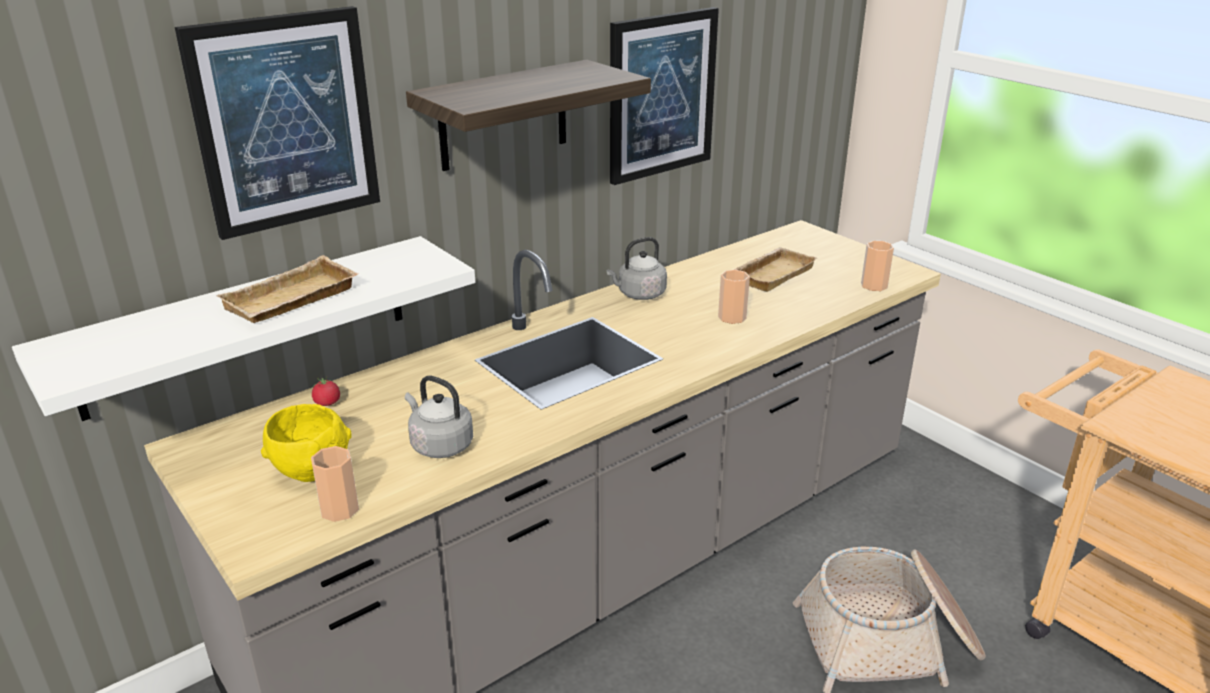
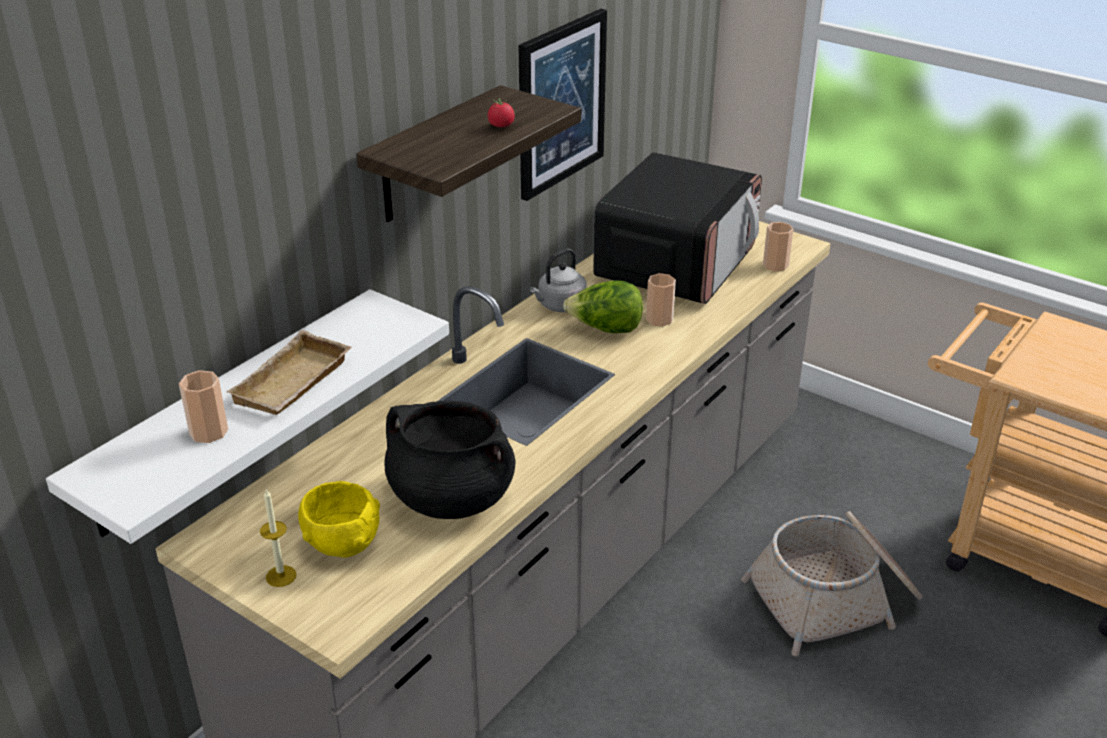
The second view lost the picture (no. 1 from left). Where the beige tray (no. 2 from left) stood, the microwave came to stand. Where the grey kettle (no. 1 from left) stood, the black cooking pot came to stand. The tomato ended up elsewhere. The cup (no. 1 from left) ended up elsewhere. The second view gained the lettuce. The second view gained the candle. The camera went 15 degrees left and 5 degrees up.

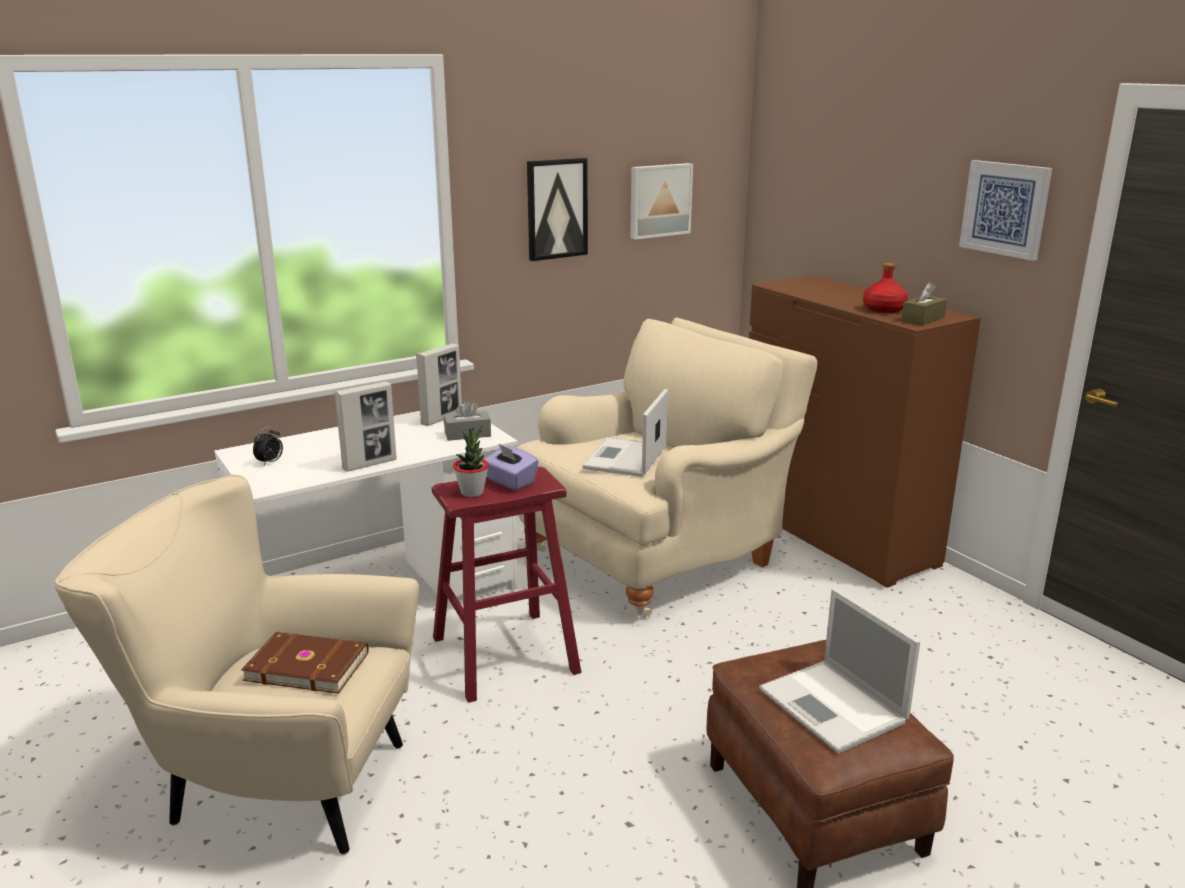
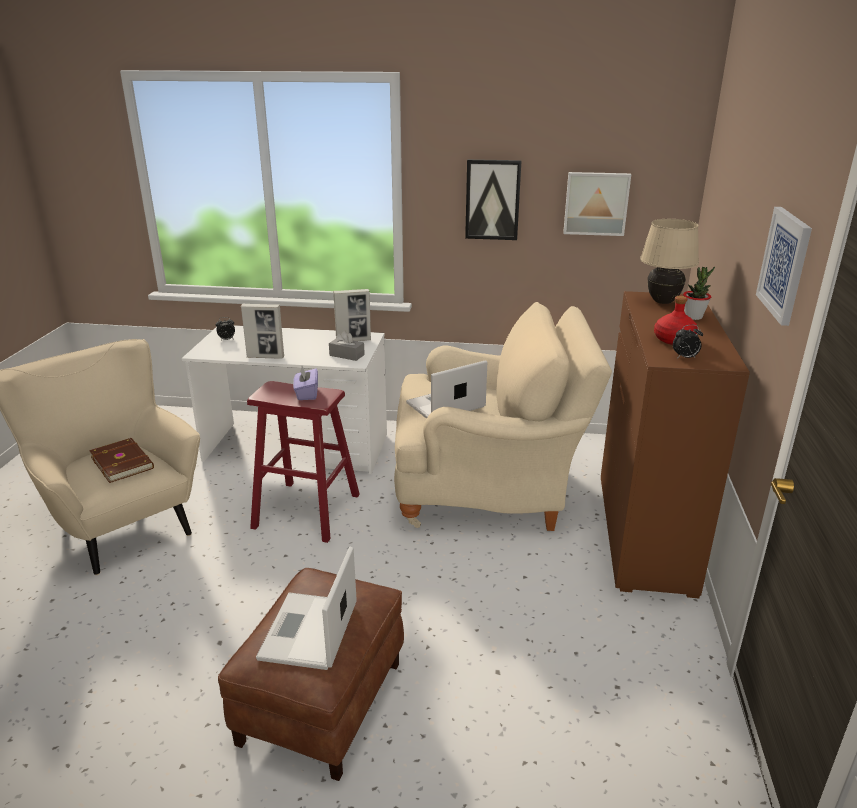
Where the brown tissue box stood, the alarm clock (no. 2 from left) came to stand. The potted plant ended up elsewhere. The second view gained the beige table lamp. The camera went 40 degrees right and 5 degrees up.

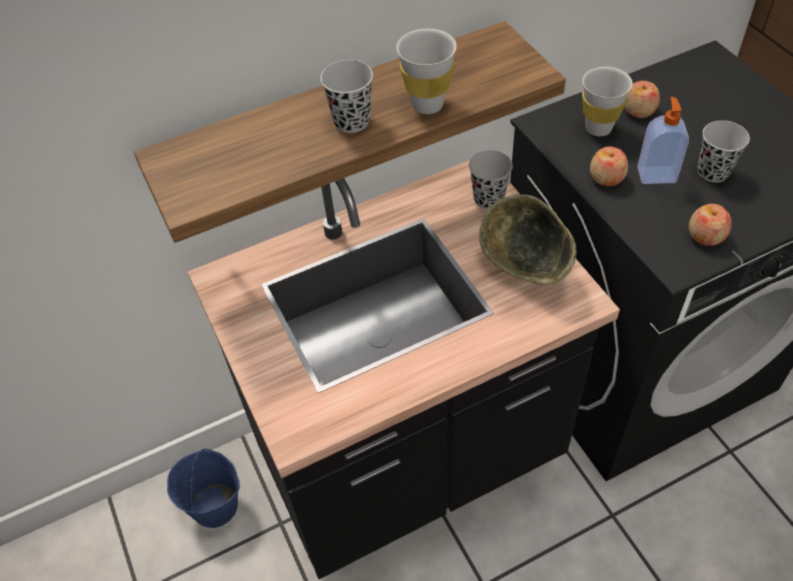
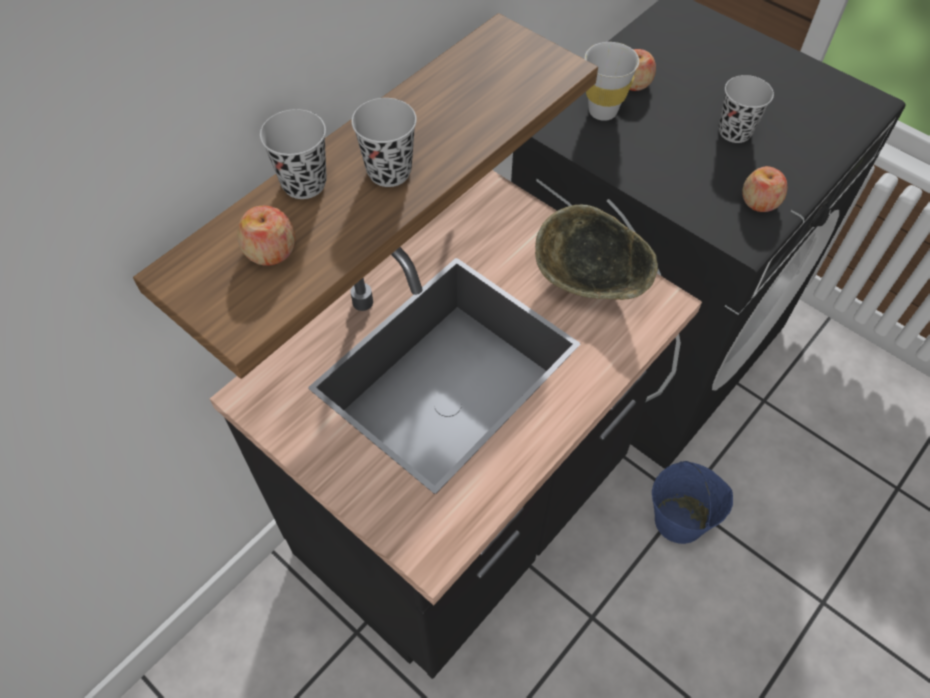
The second view lost the white cup (no. 1 from left). The second view lost the soap dispenser. The apple (no. 1 from left) ended up elsewhere. The black cup (no. 2 from left in the first image) ended up elsewhere. The blue bucket ended up elsewhere. The camera went 25 degrees left and 5 degrees up.

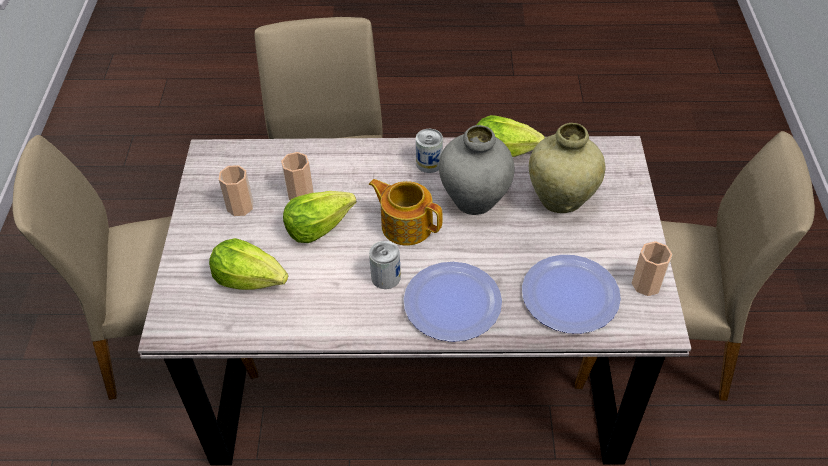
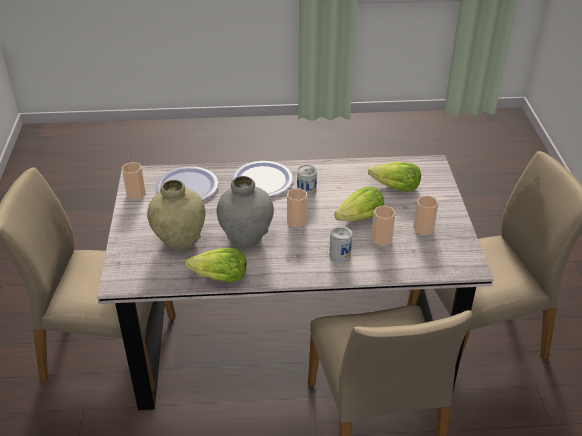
The can (no. 2 from left) ended up elsewhere. Where the teapot stood, the cup (no. 2 from left) came to stand. The camera went 175 degrees right and 10 degrees down.

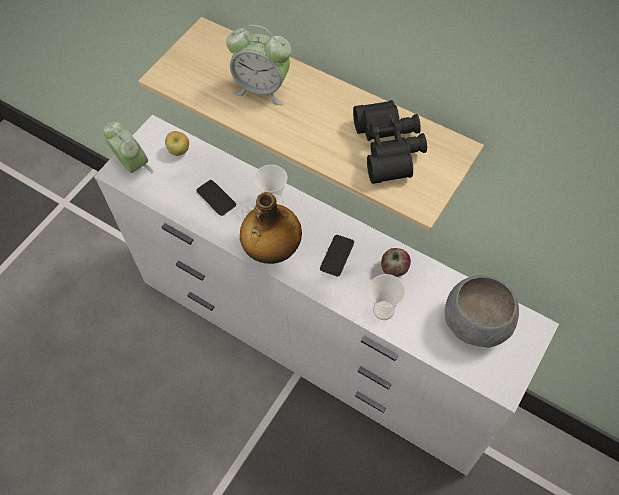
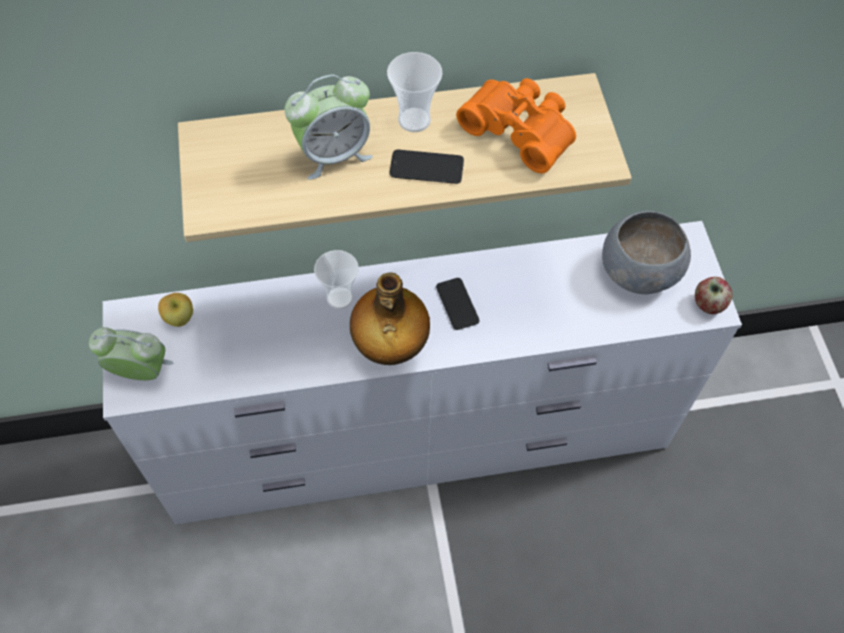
What was the black binoculars turned into the orange binoculars. The phone (no. 1 from left) ended up elsewhere. The apple (no. 2 from left) ended up elsewhere. The cup (no. 2 from left) ended up elsewhere. The camera went 45 degrees left and 0 degrees up.

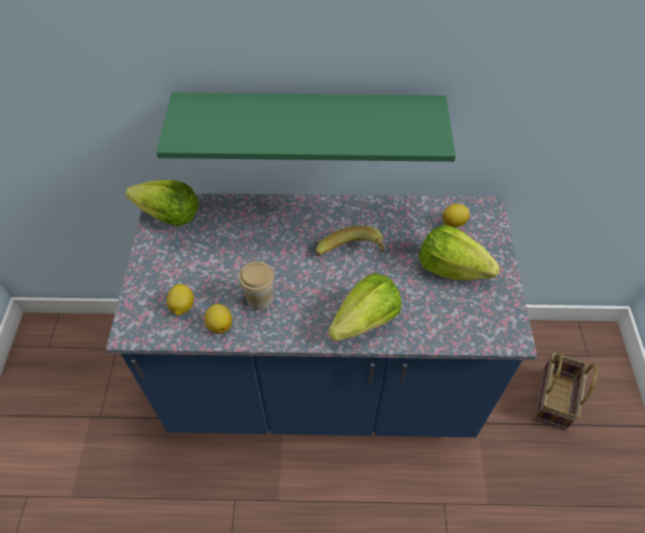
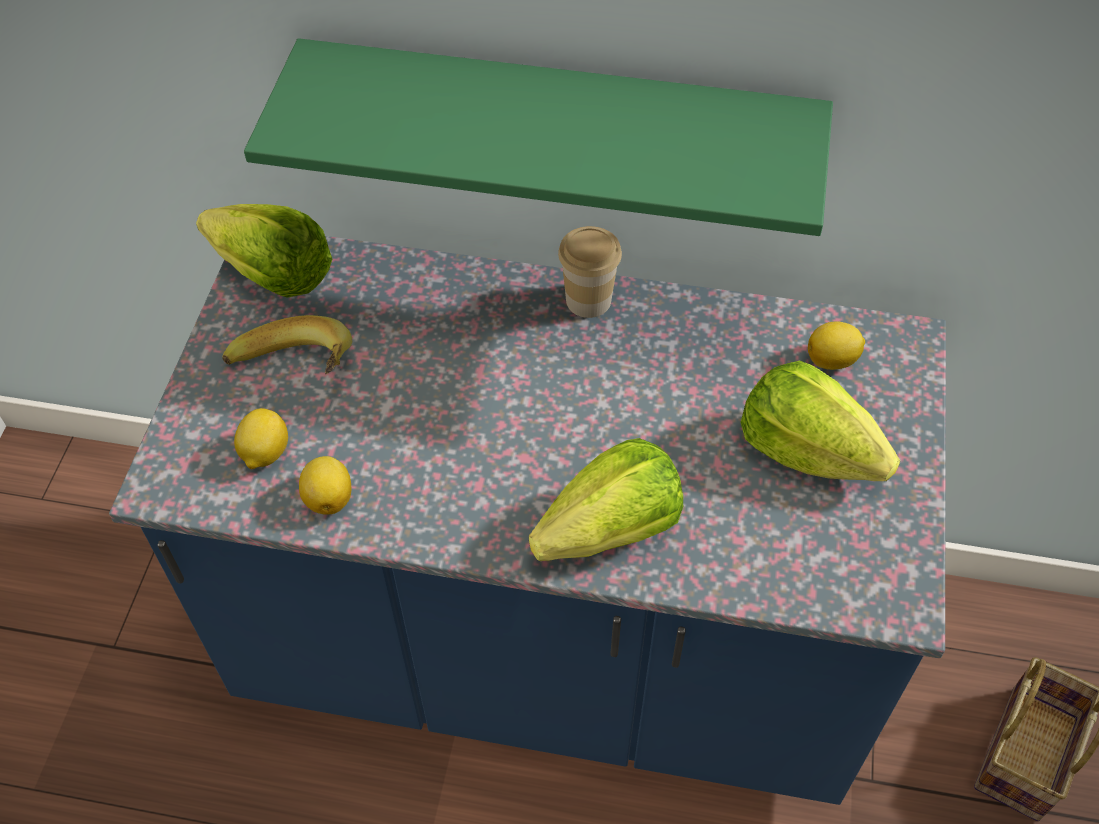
The banana ended up elsewhere. The cup ended up elsewhere. The camera went 10 degrees right and 0 degrees up.

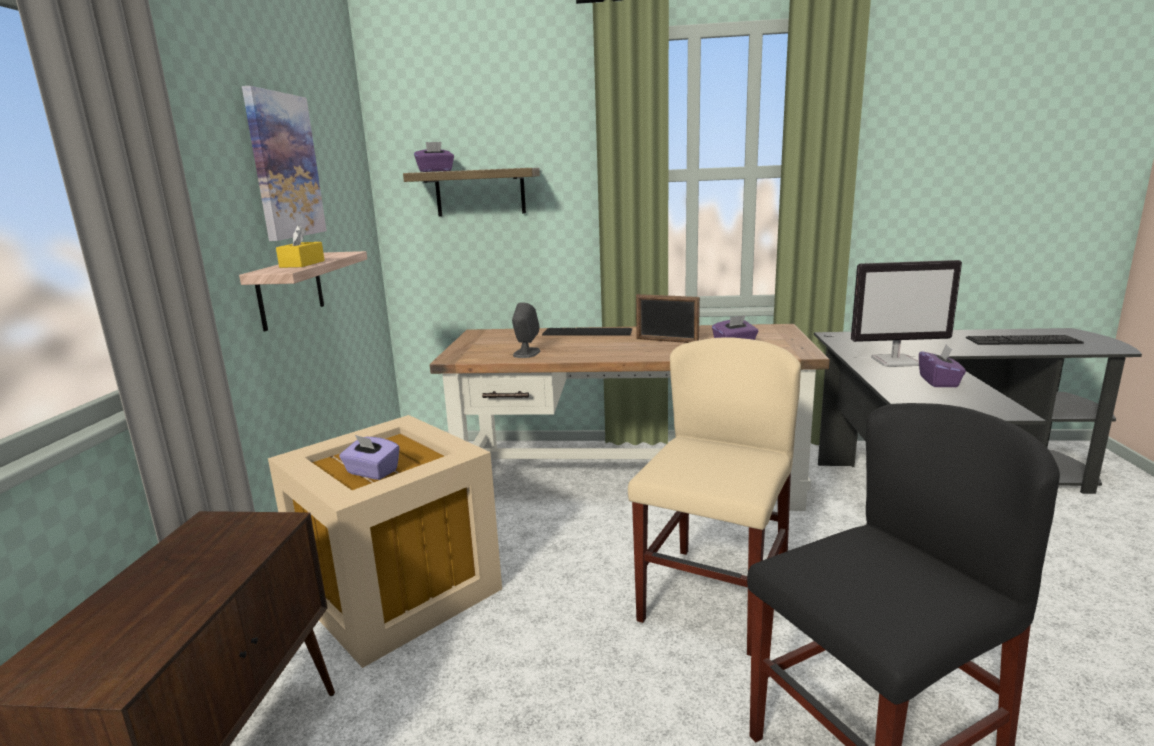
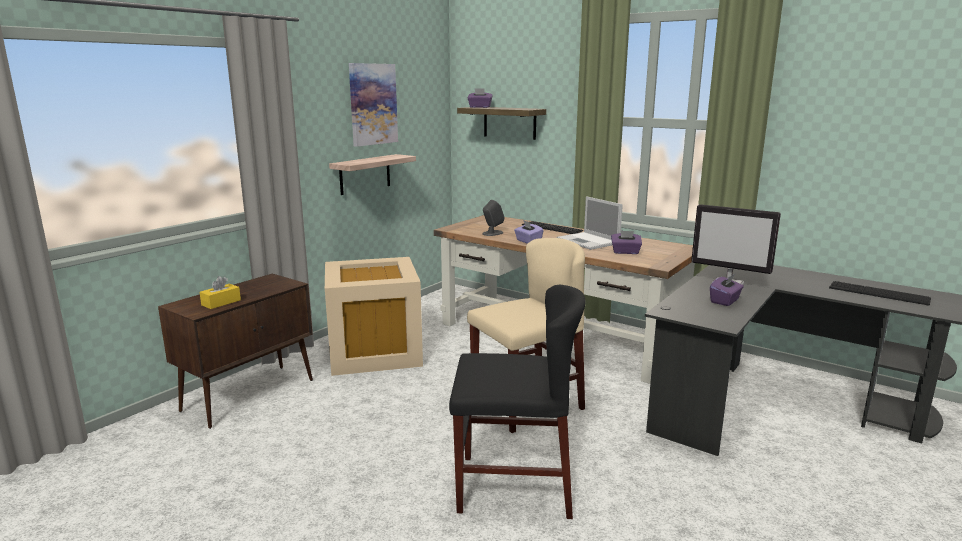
The yellow tissue box ended up elsewhere. Where the picture frame stood, the laptop came to stand. The purple tissue box (no. 1 from left in the first image) ended up elsewhere. The camera went 30 degrees right and 0 degrees up.

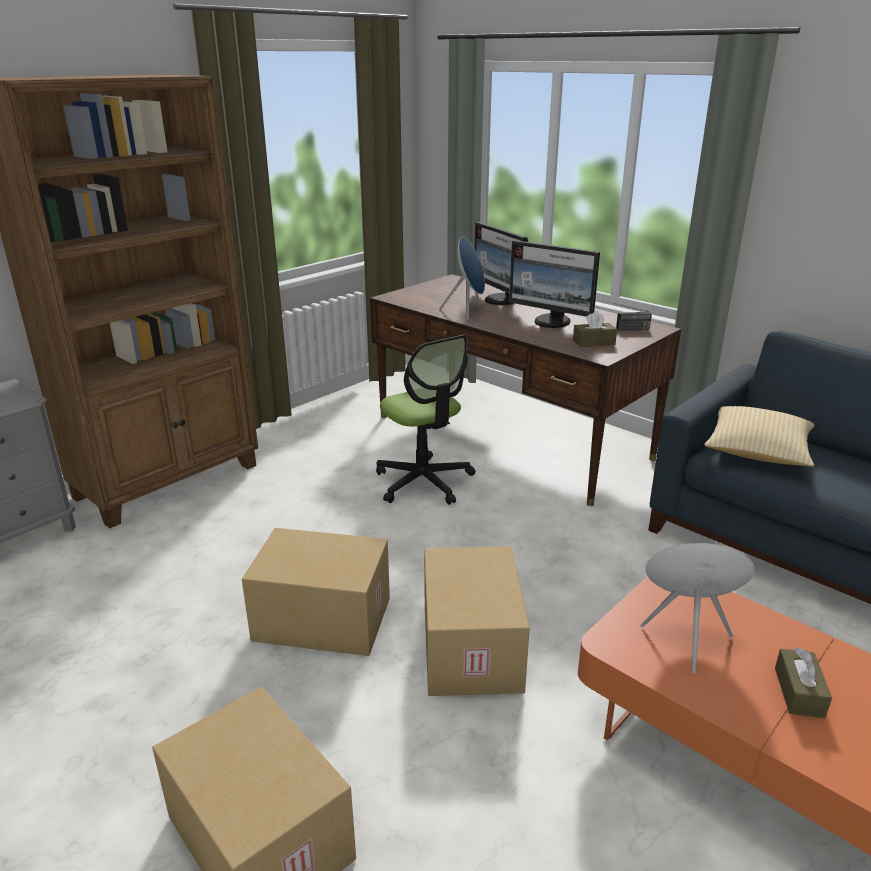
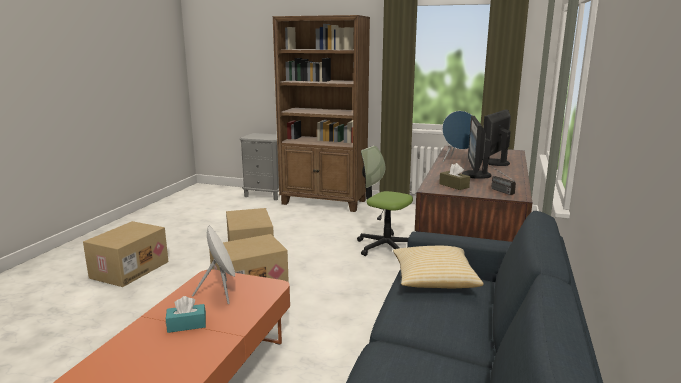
The office chair ended up facing another way, 90 degrees clockwise from before. What was the brown tissue box (no. 2 from left) turned into the turquoise tissue box. The camera went 65 degrees right and 10 degrees down.

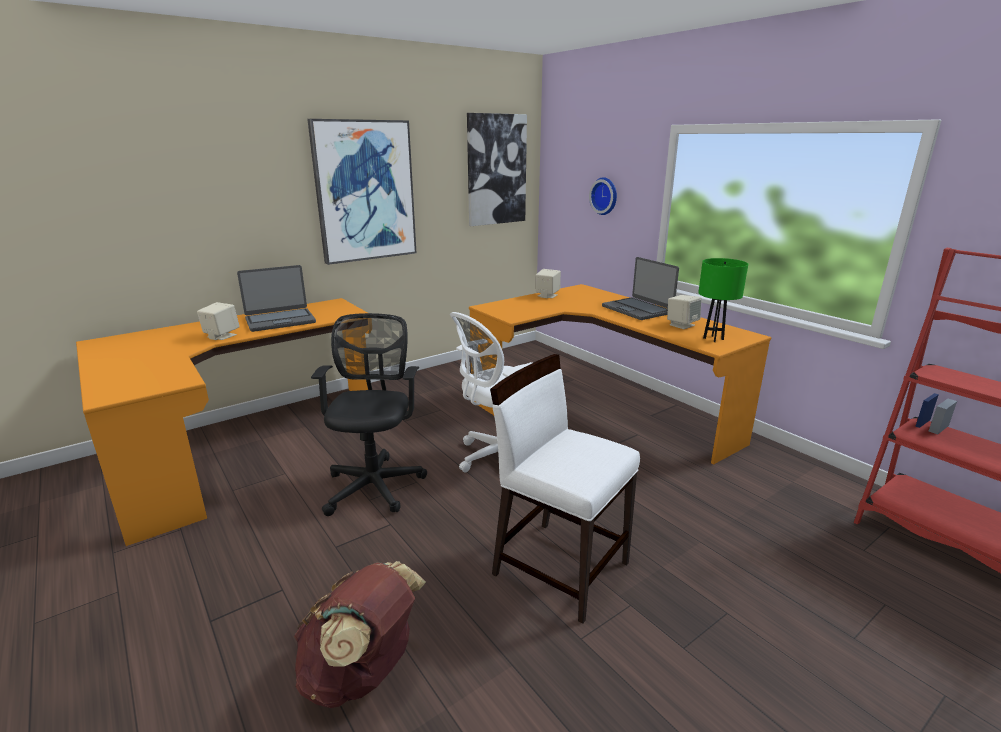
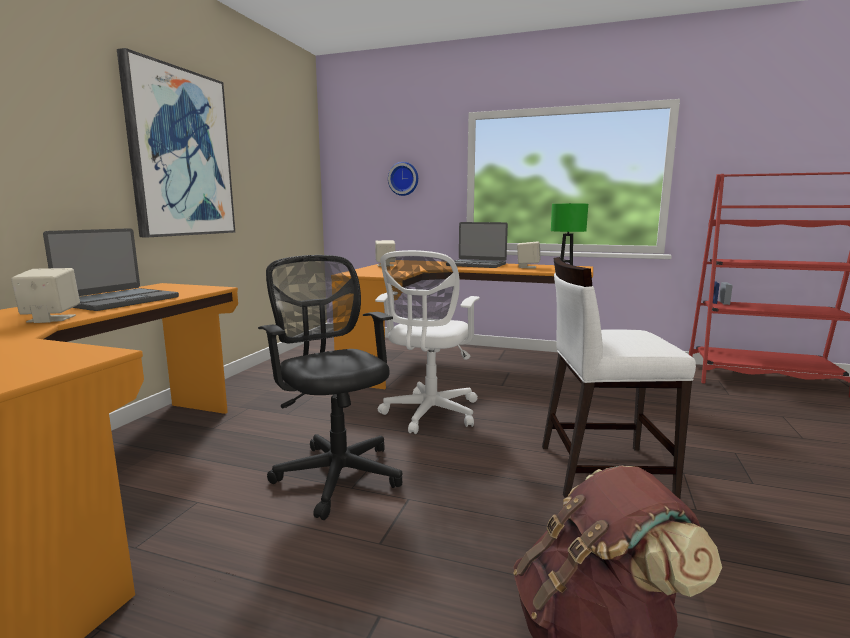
The second view lost the picture (no. 2 from left). The camera went 35 degrees left and 10 degrees down.

